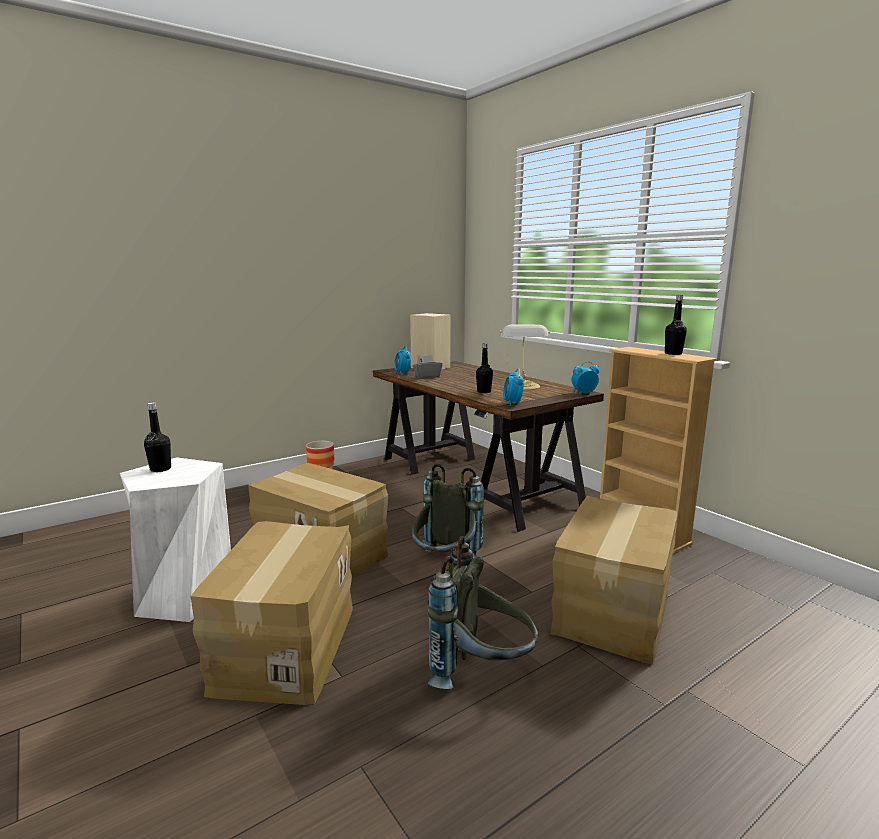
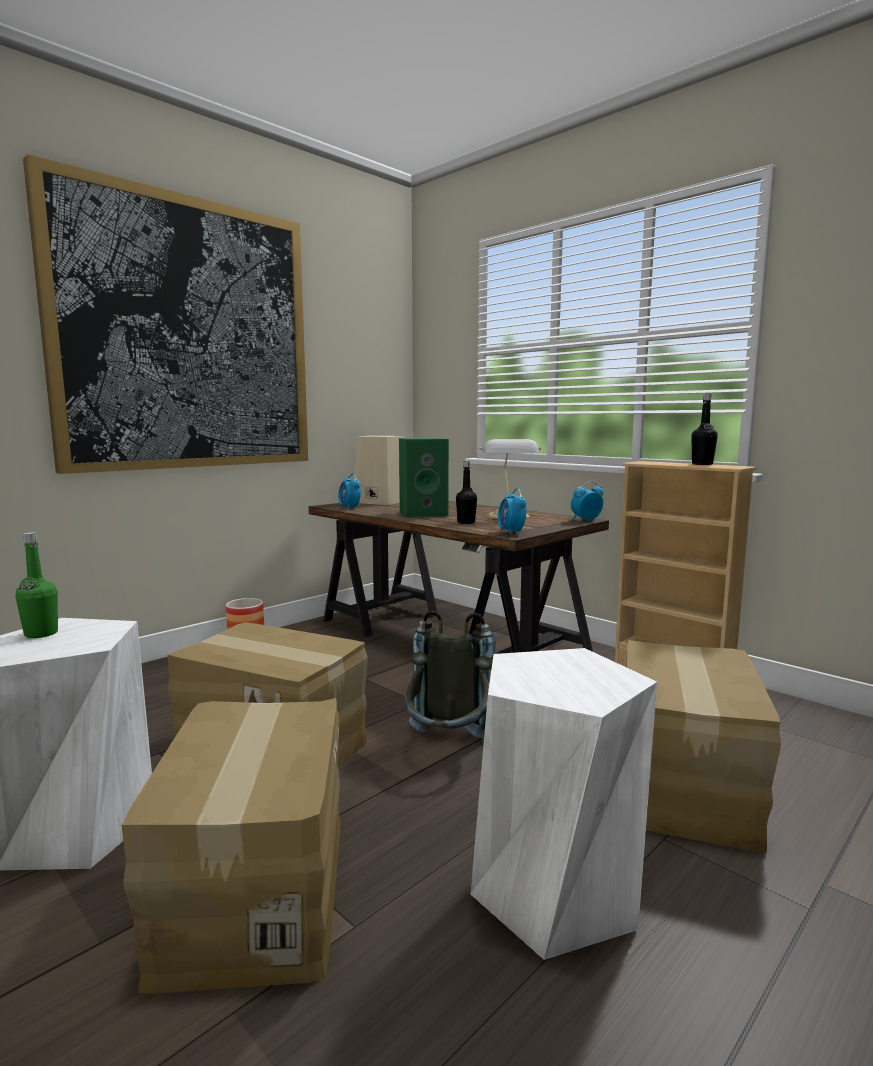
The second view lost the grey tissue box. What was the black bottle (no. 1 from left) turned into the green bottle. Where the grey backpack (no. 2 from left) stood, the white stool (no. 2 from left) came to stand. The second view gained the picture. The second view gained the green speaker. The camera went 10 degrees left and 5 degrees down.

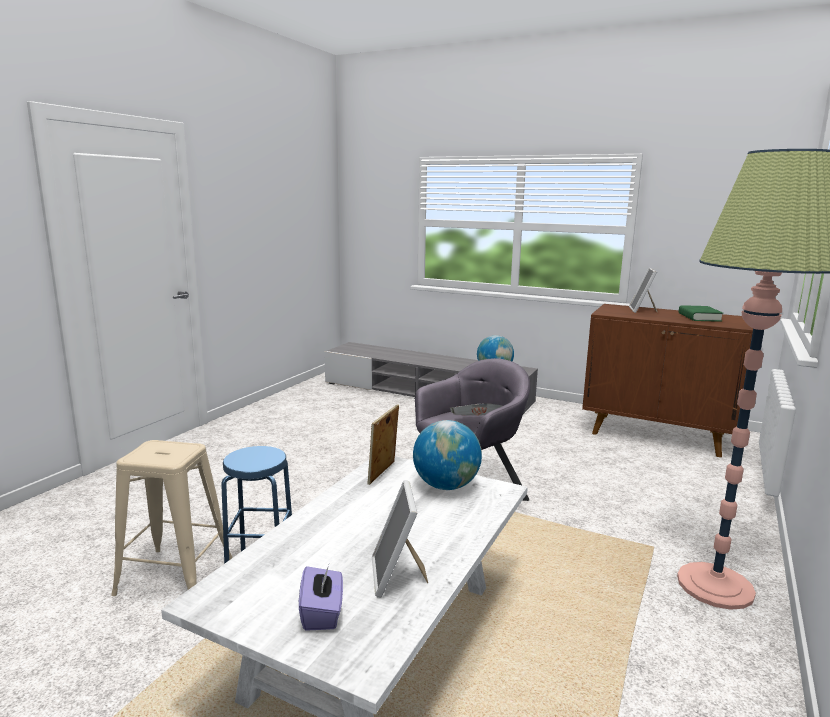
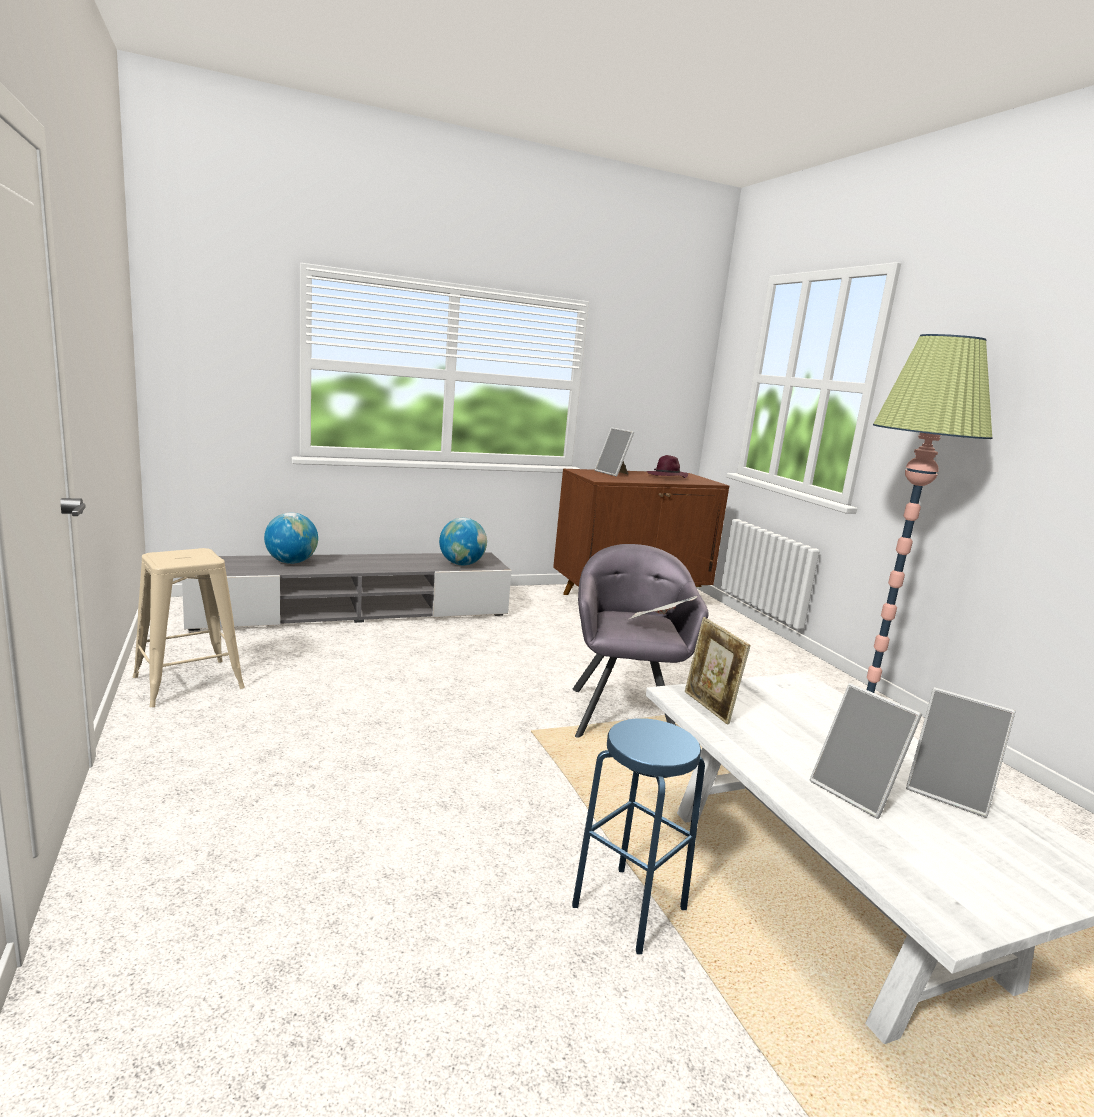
Where the green book stood, the purple hat came to stand. The globe (no. 1 from left) ended up elsewhere. The beige stool ended up elsewhere. The second view lost the purple tissue box. The second view gained the picture frame (no. 3 from left). The camera went 50 degrees left and 0 degrees up.

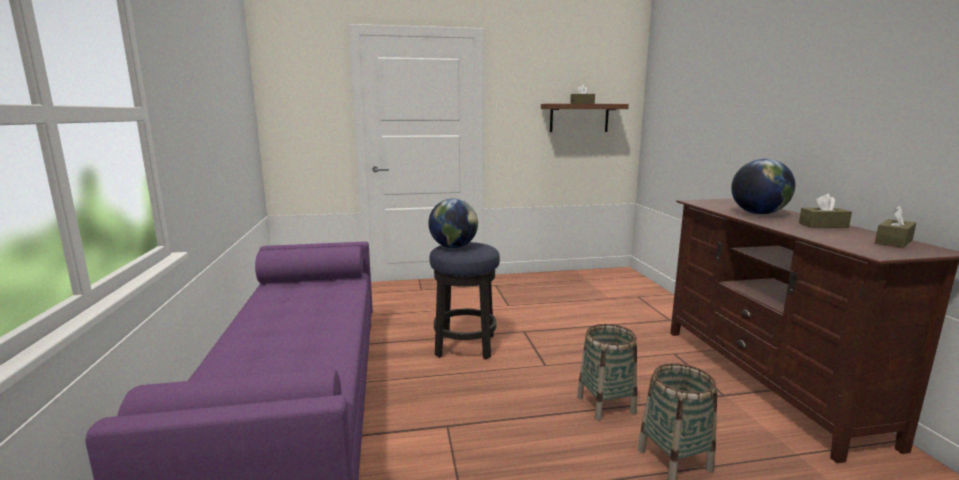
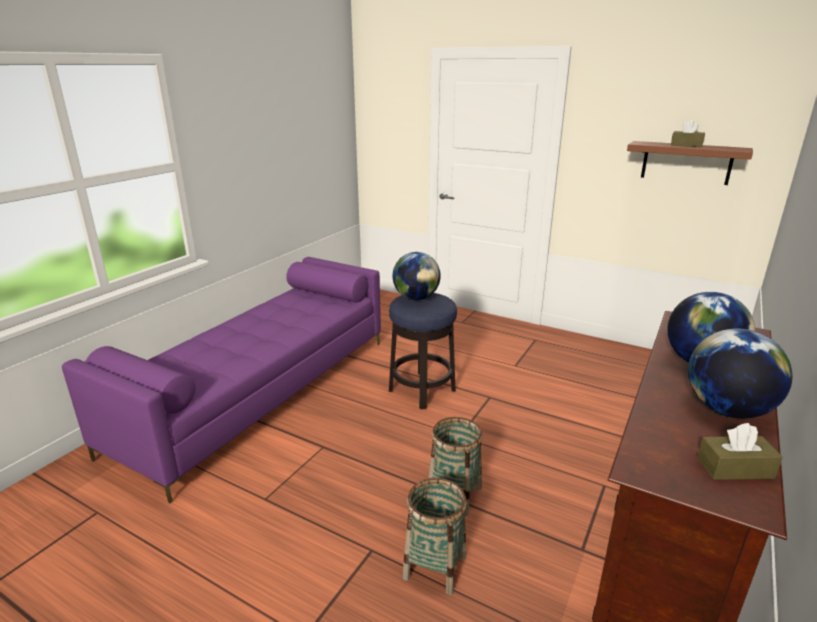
Where the brown tissue box (no. 2 from left) stood, the globe (no. 3 from left) came to stand. The camera went 40 degrees right and 10 degrees up.

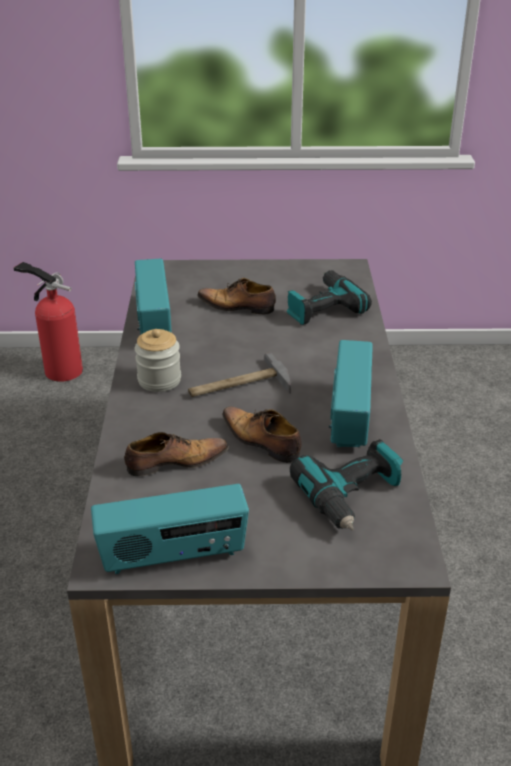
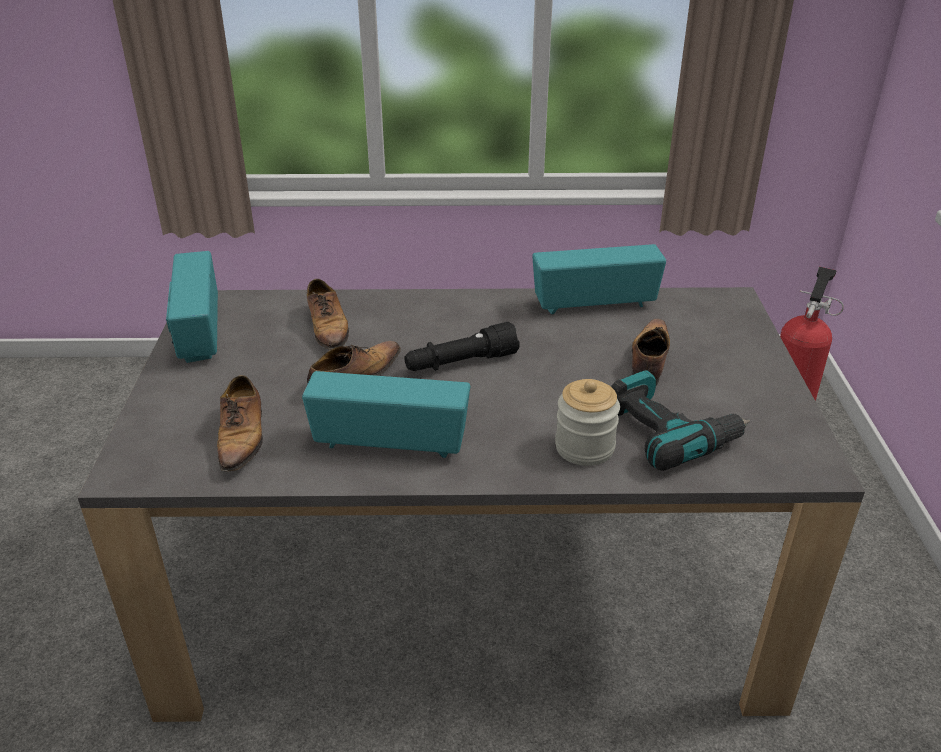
The jar ended up elsewhere. Where the hammer stood, the black flashlight came to stand. Where the power drill (no. 2 from left) stood, the shoe (no. 1 from left) came to stand. The camera went 90 degrees right and 0 degrees up.

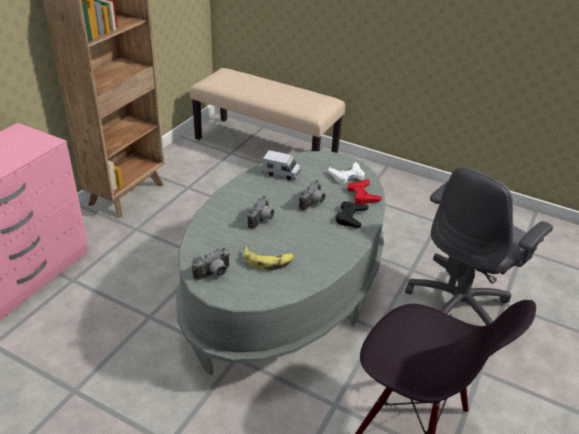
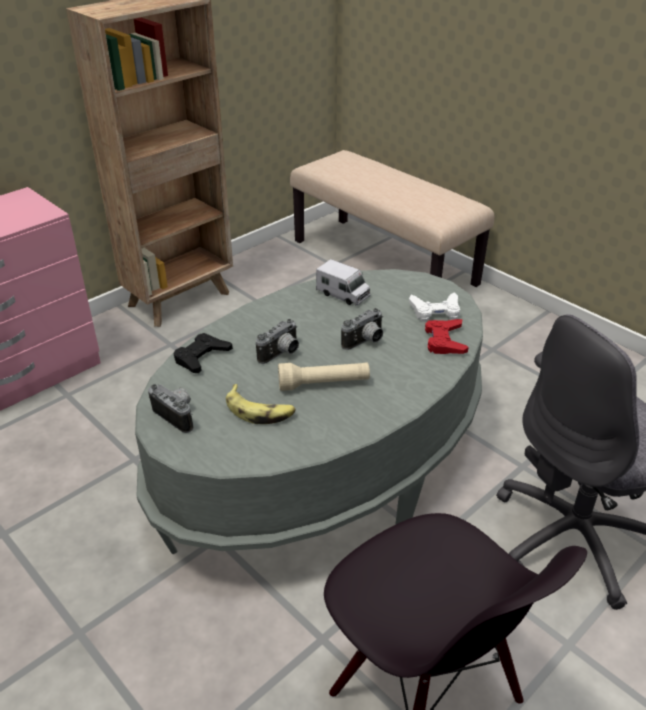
The black game controller ended up elsewhere. The photo camera (no. 1 from left) ended up facing another way, 120 degrees counterclockwise from before. The second view gained the beige flashlight. The camera went 20 degrees right and 0 degrees up.

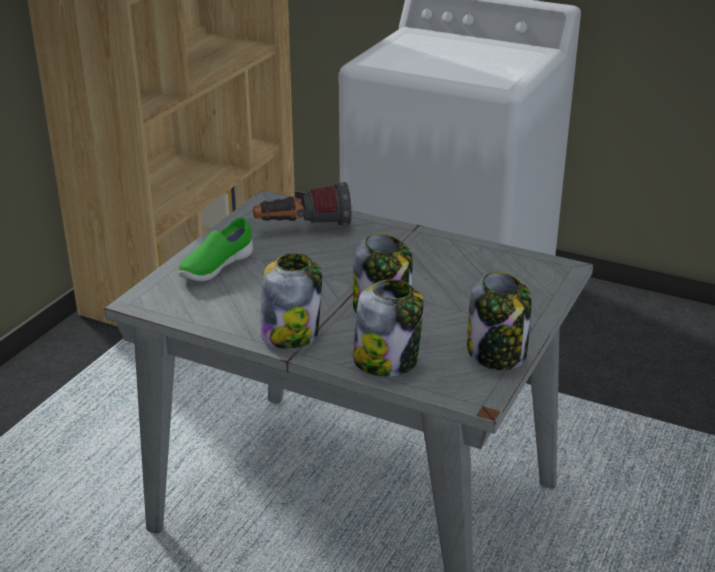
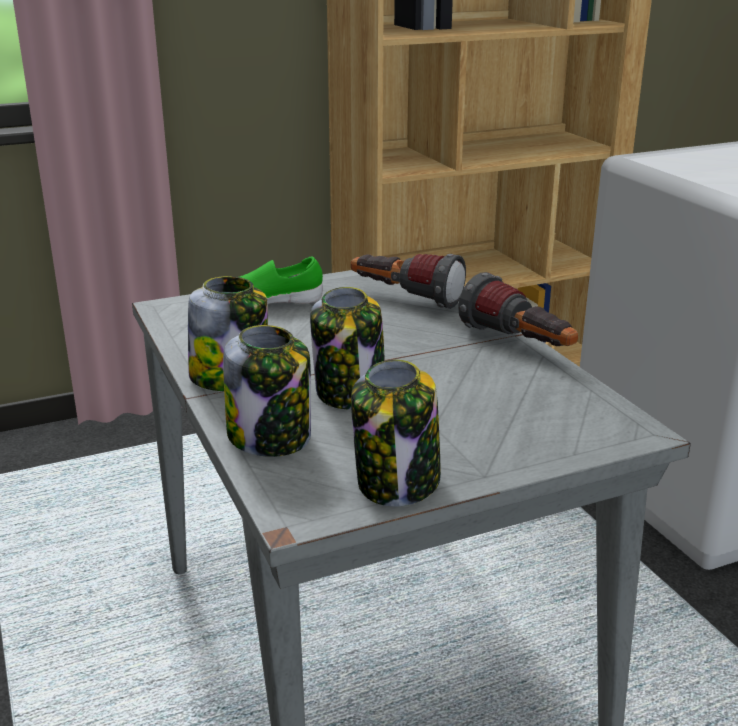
The second view gained the flashlight (no. 2 from left). The camera went 40 degrees right and 5 degrees down.

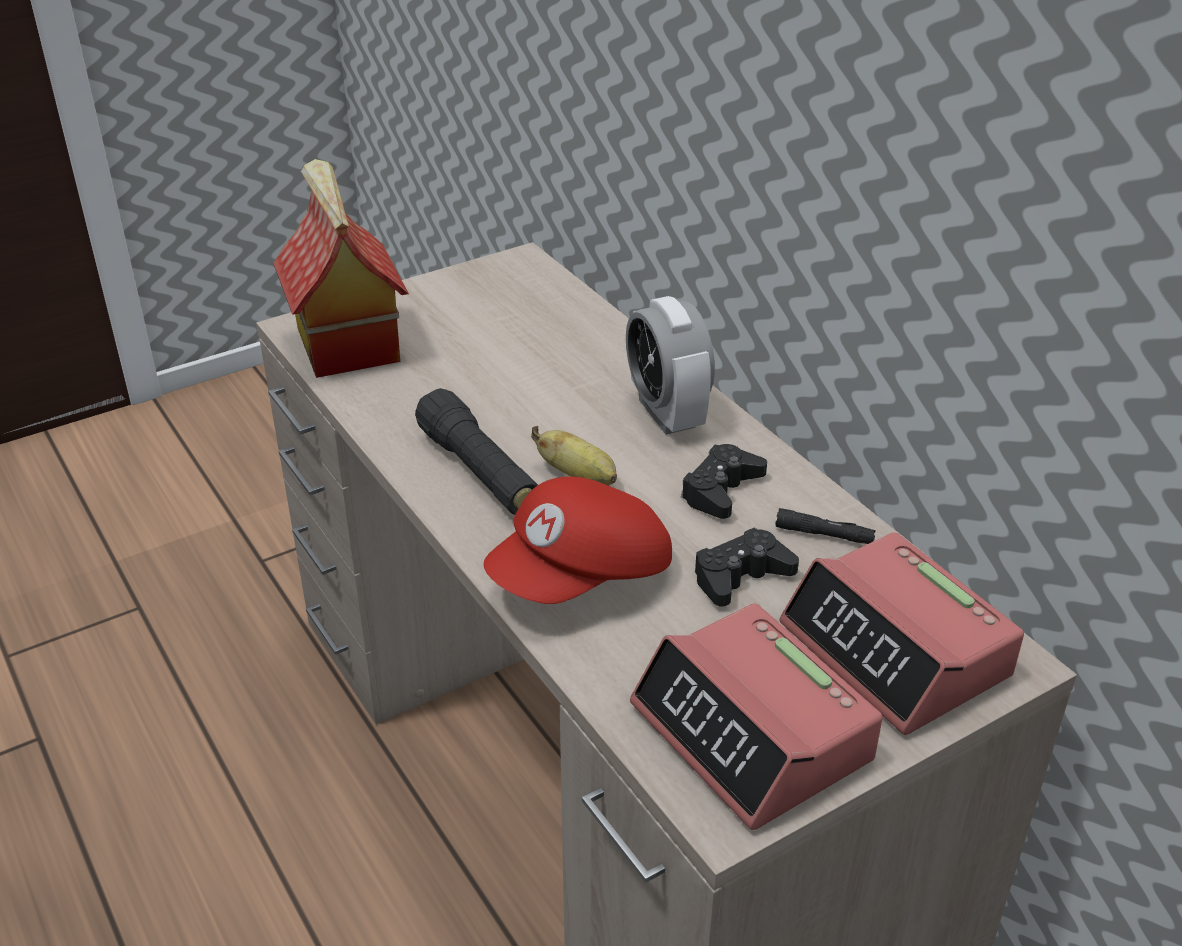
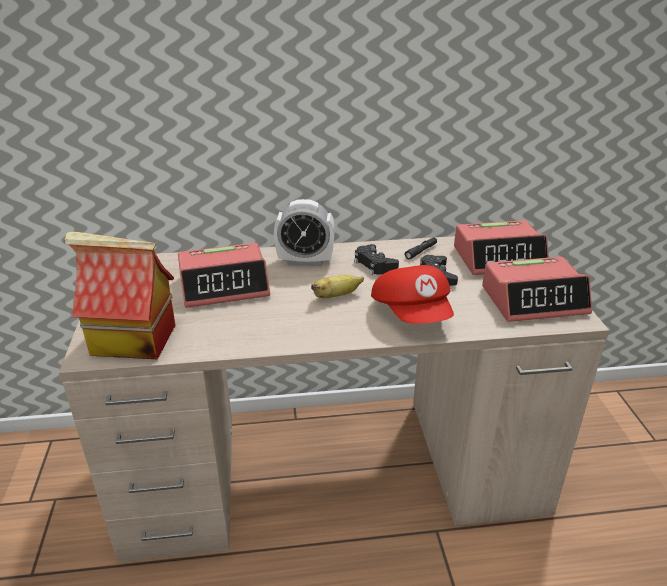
The second view lost the black flashlight (no. 1 from left). The second view gained the alarm clock (no. 1 from left). The camera went 65 degrees left and 5 degrees down.

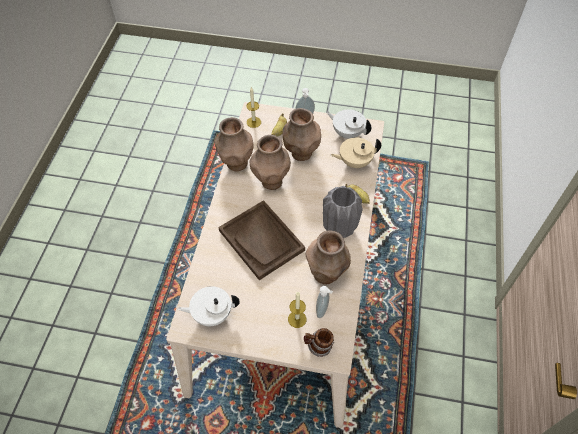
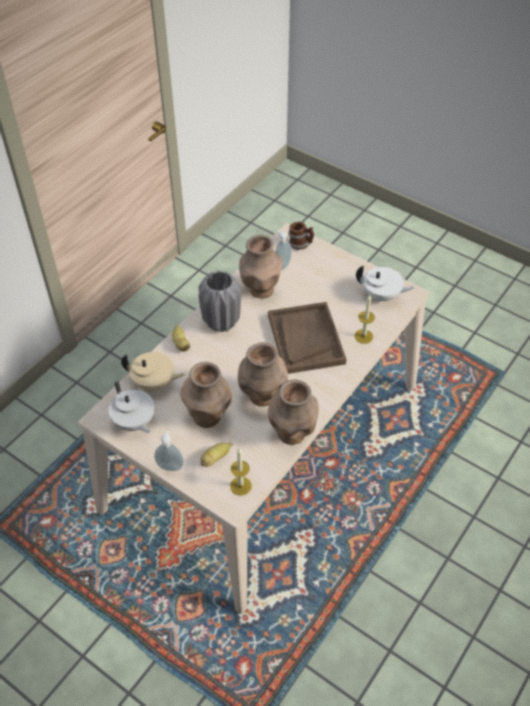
The candle (no. 2 from left) ended up elsewhere. The camera went 155 degrees left and 5 degrees down.

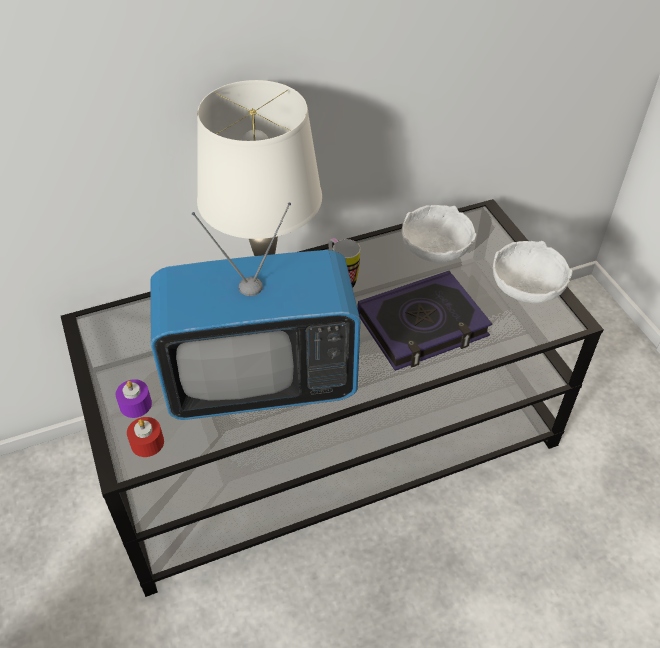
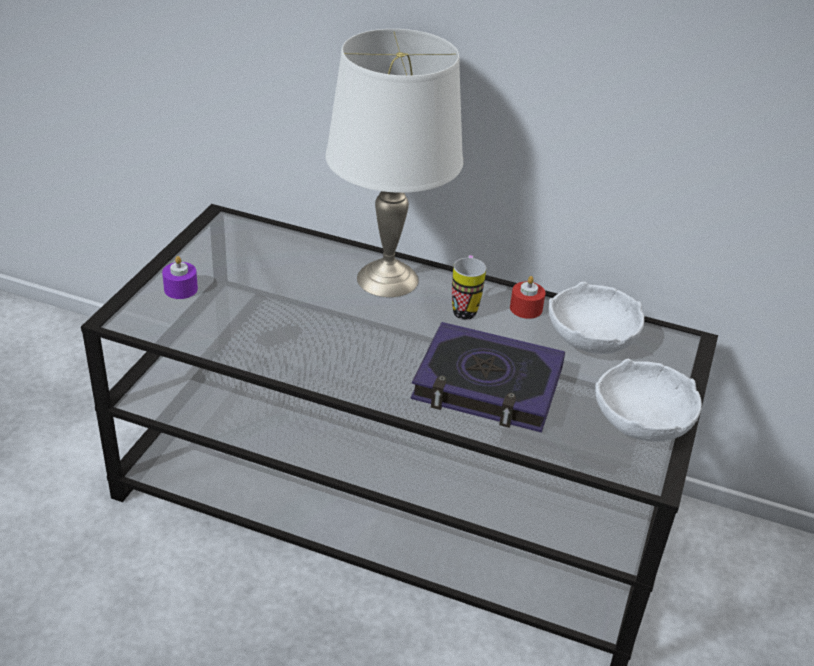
The second view lost the television. The red candle ended up elsewhere. The camera went 40 degrees right and 10 degrees down.

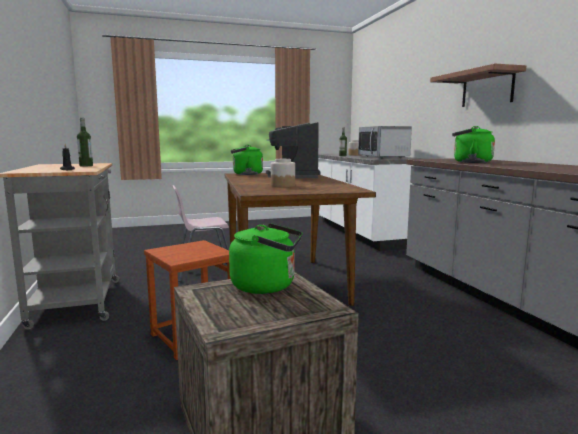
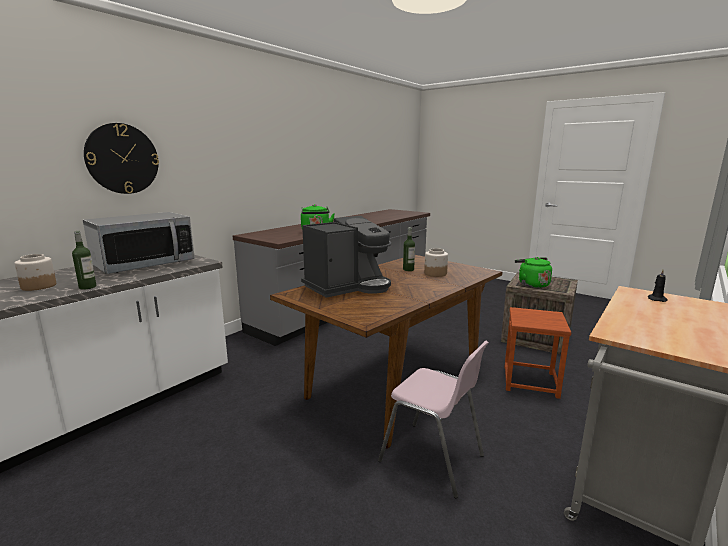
The second view lost the shelf. The bottle (no. 1 from left in the first image) ended up elsewhere. The second view lost the green kettle (no. 1 from left). The second view gained the wall clock. The camera went 125 degrees left and 5 degrees up.

